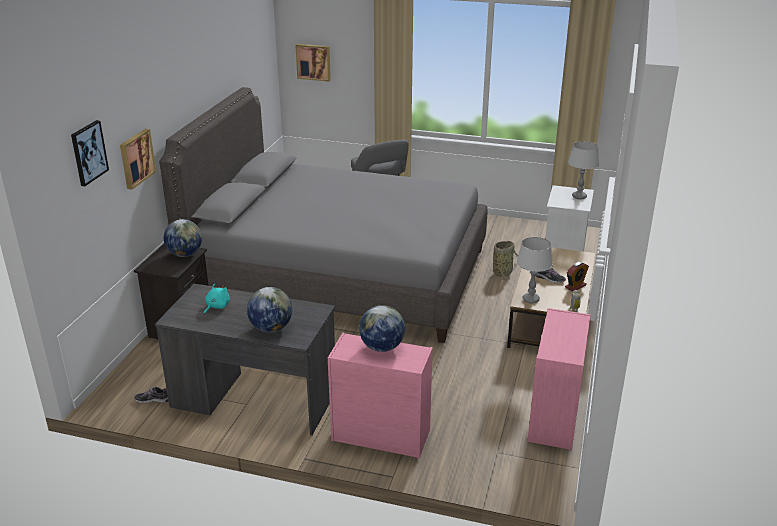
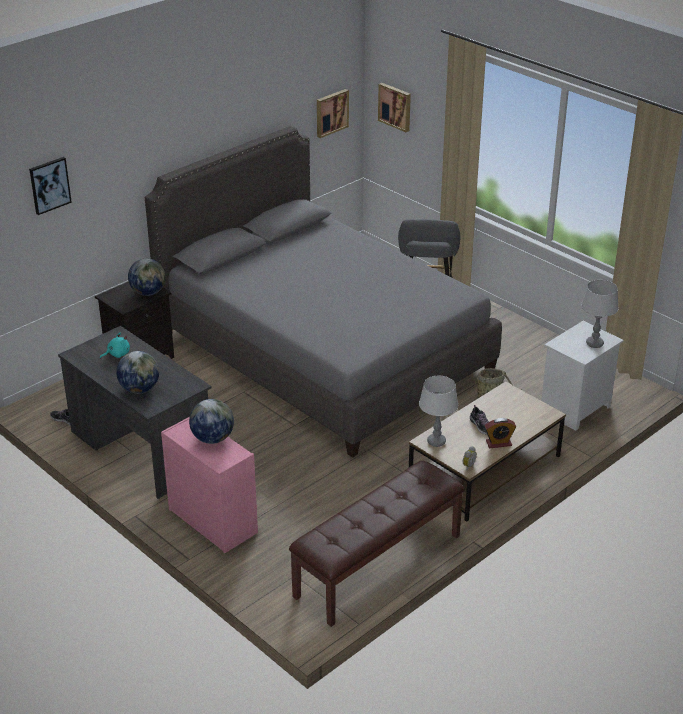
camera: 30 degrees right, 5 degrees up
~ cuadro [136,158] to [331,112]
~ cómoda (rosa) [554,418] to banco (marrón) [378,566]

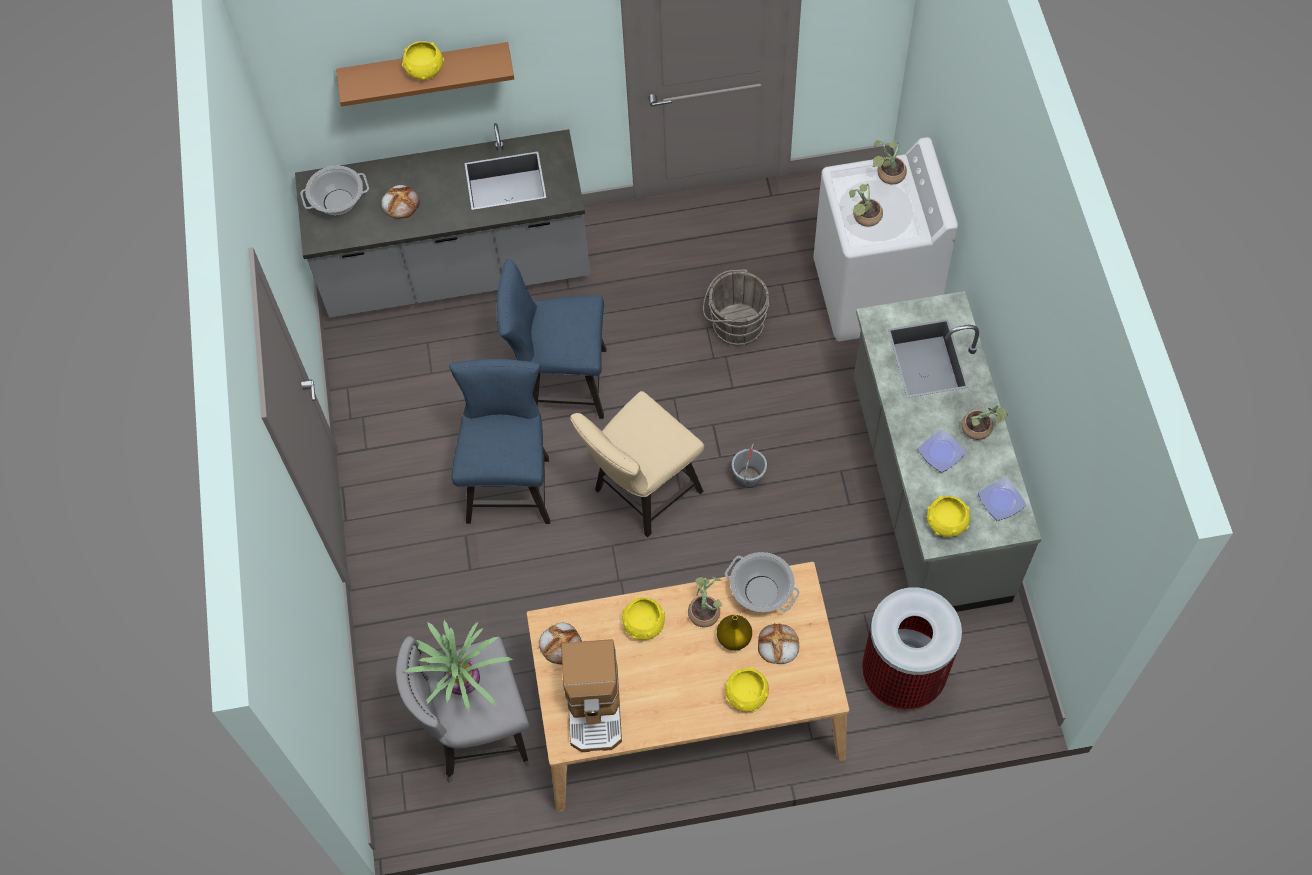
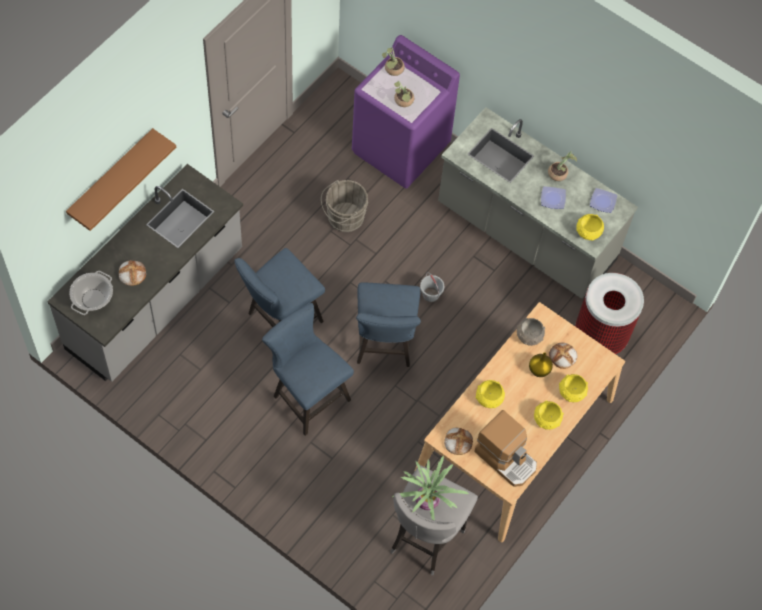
camera: 50 degrees left, 0 degrees up
- planta en maceta [705,610]
~ cuenco (amarillo) [424,70] to [546,419]
~ olla [761,591] to cuenco (gris) [529,336]
~ silla (beis) [642,494] to silla (azul) [384,346]
~ lavadora (blanco) [874,293] to lavadora (morado) [401,148]

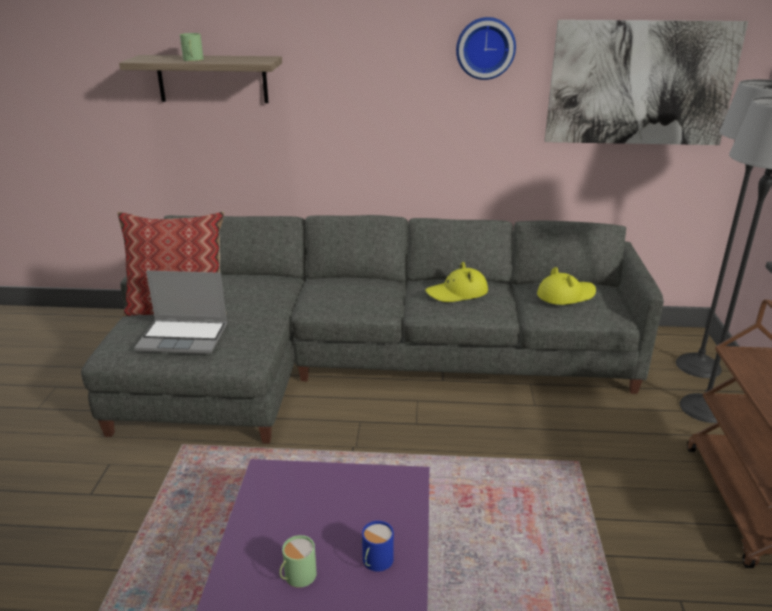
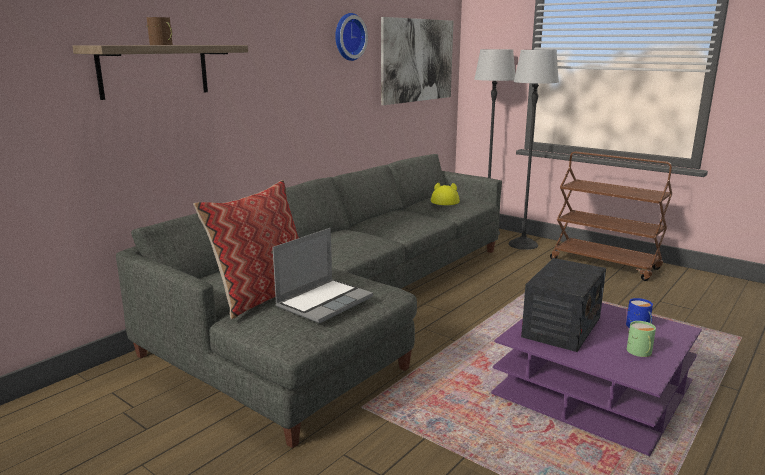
camera: 55 degrees left, 10 degrees down
- sombrero (amarillo) [457,293]
+ radio [561,327]
~ taza grande (verde) [192,59] to taza grande (marrón) [162,44]

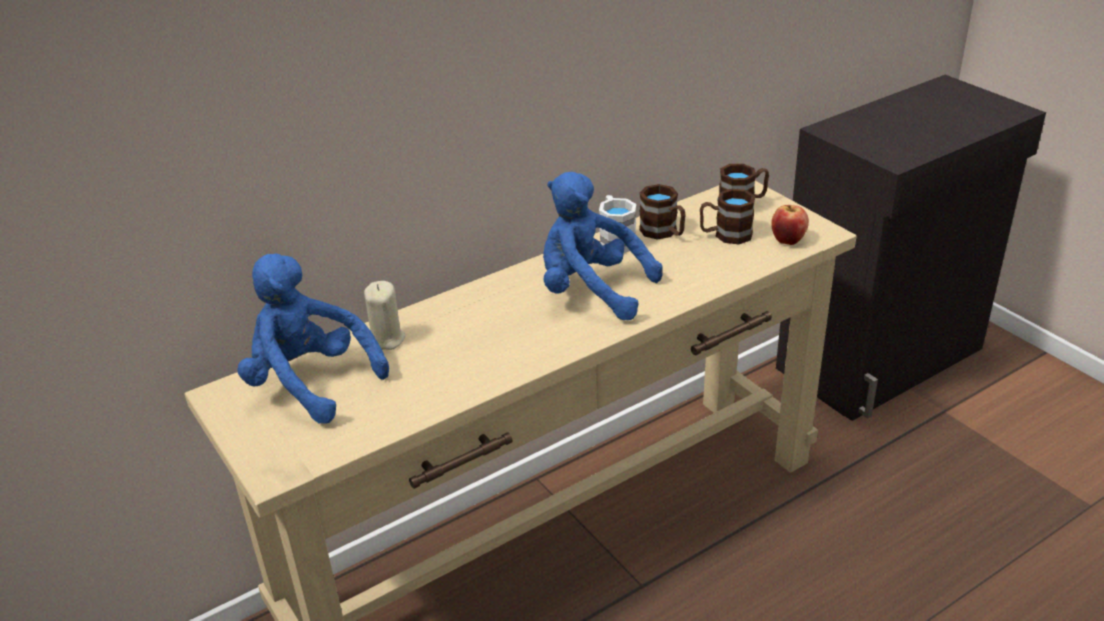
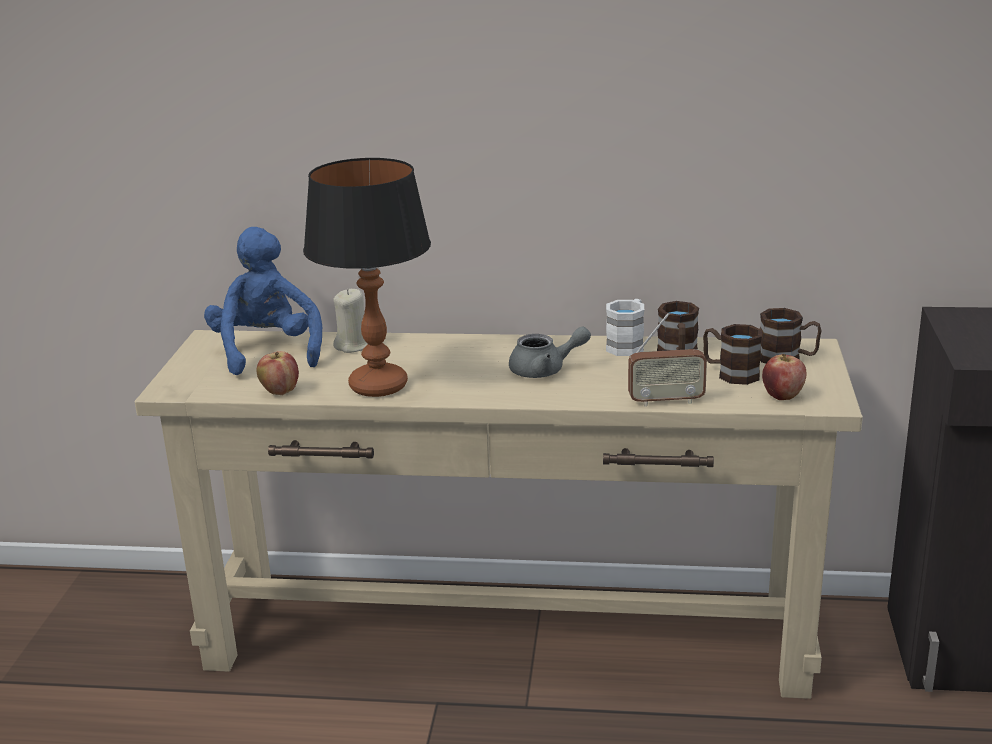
camera: 40 degrees right, 10 degrees down
+ manzana [280,391]
+ lámpara de mesa [379,386]
+ radio [666,401]
~ peluche (azul) [591,291] to tetera (gris) [545,370]

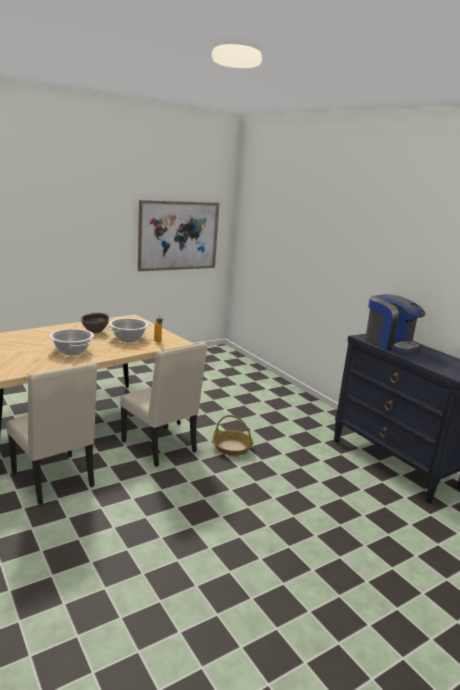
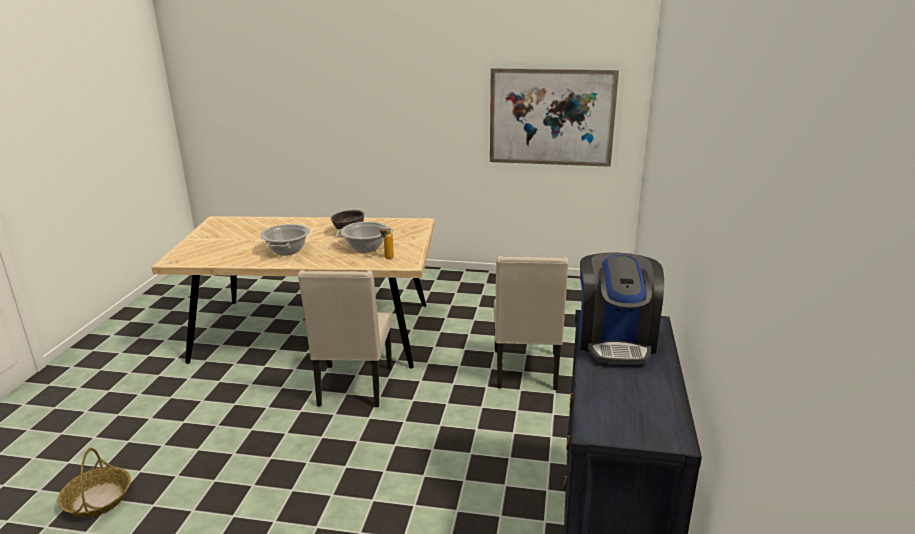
camera: 45 degrees right, 5 degrees up
~ silla (beis) [55,480] to [526,371]
~ cesta [232,447] to [98,499]

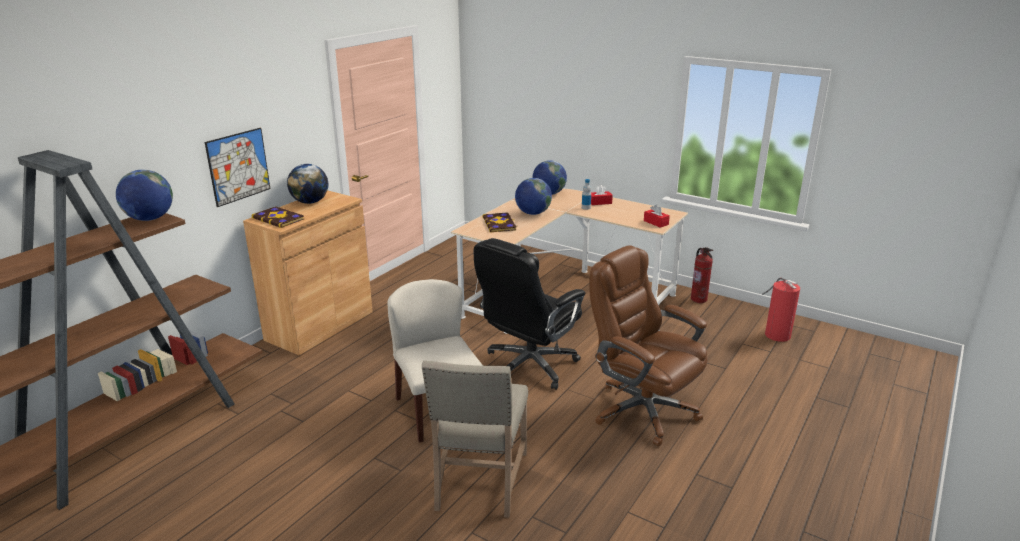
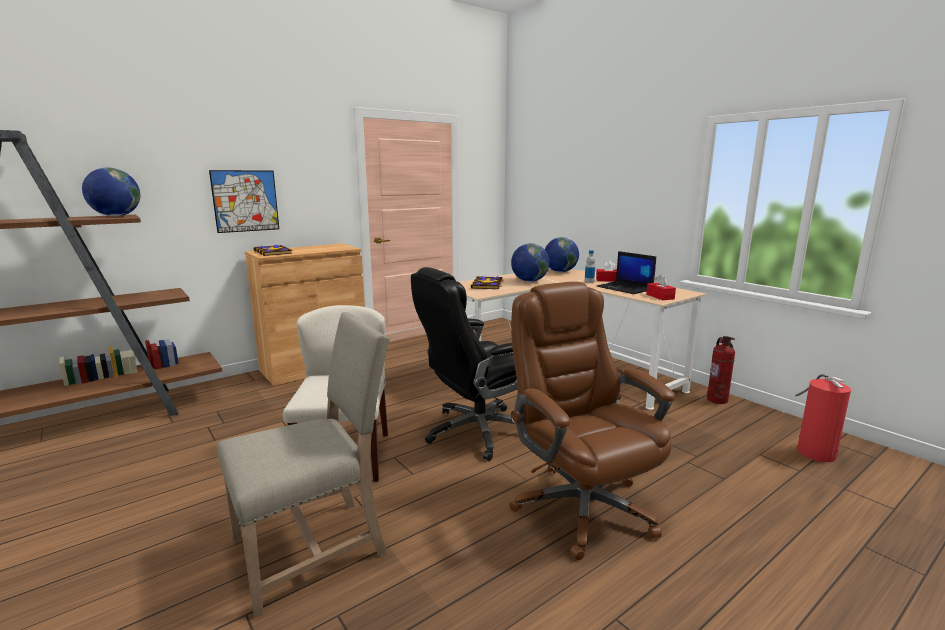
camera: 20 degrees right, 10 degrees down
- globo terráqueo [310,202]
+ portátil [625,288]
~ silla (beis) [478,482] = [314,547] 150 degrees counterclockwise

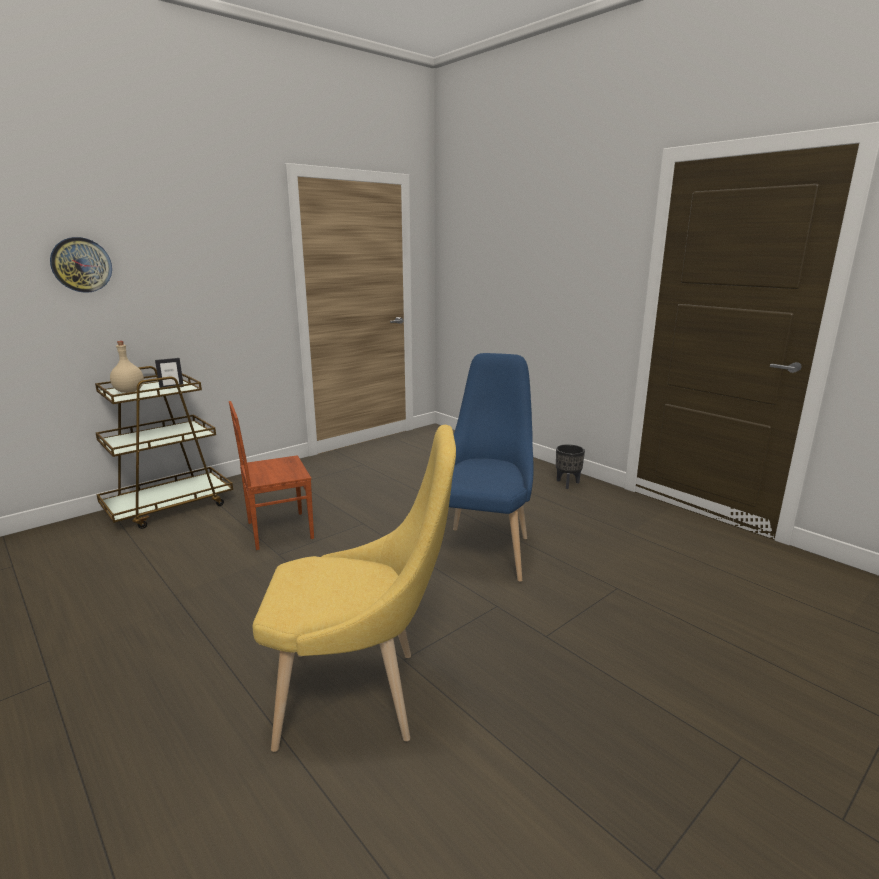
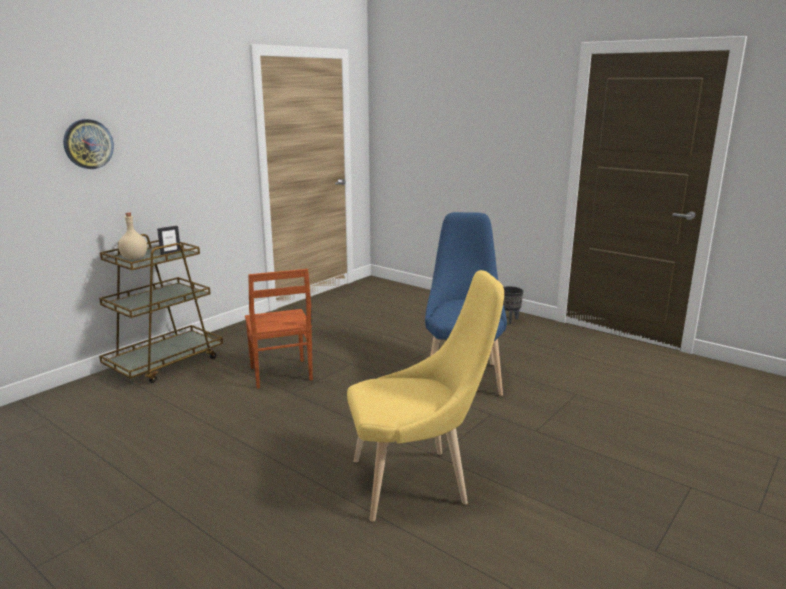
camera: 10 degrees left, 0 degrees up
~ silla (marrón) [278,530] = [280,374] 75 degrees counterclockwise

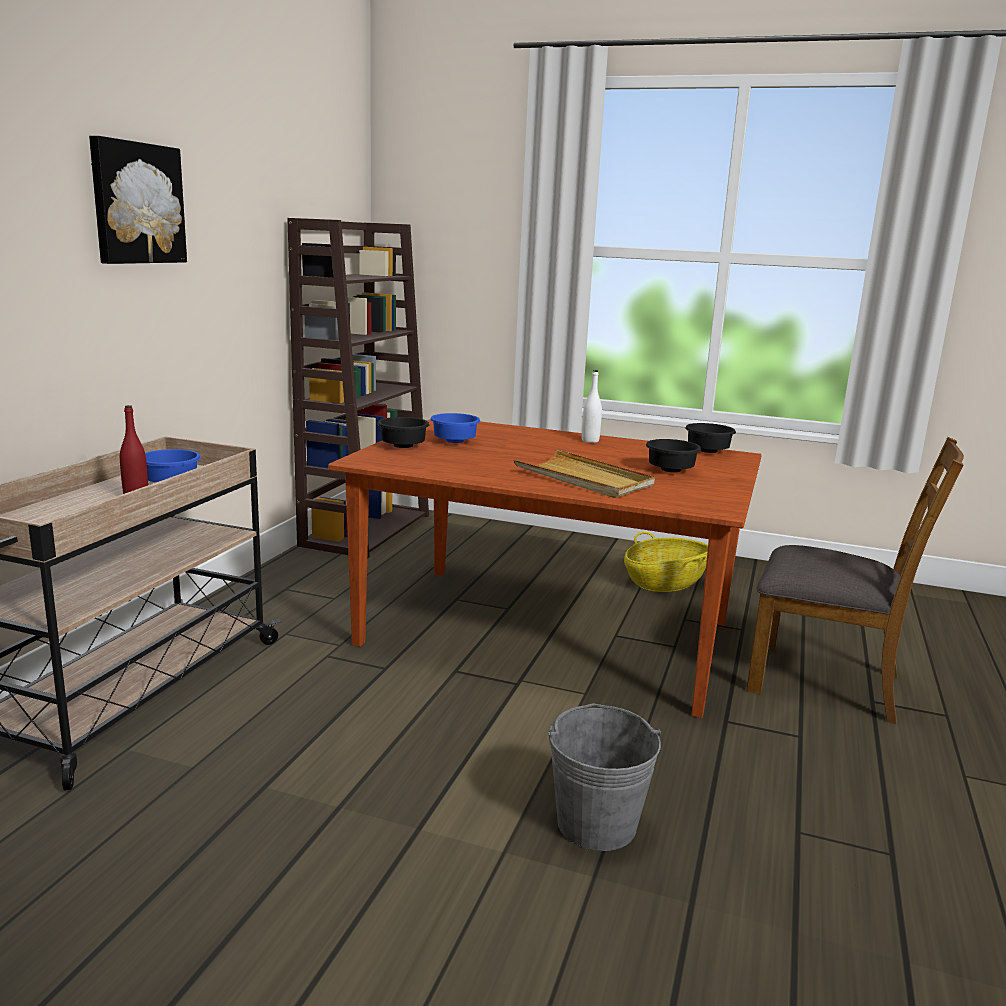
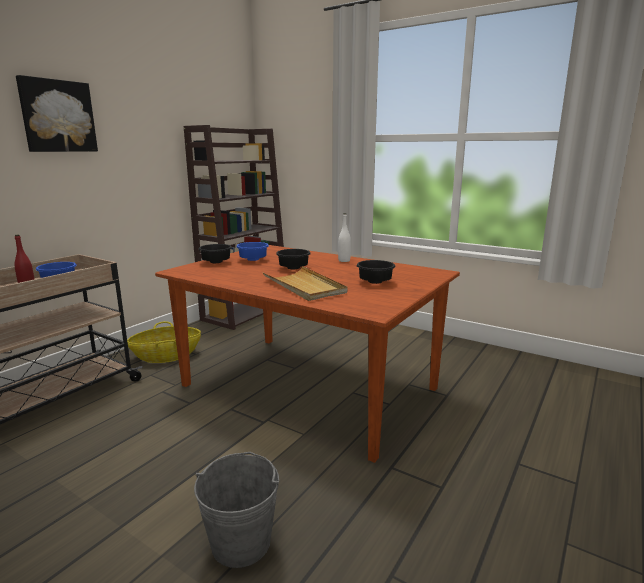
camera: 15 degrees right, 0 degrees up
- silla (marrón) [826,682]
~ cesta [665,582] to [166,356]
~ cuenco (negro) [707,452] to [293,268]

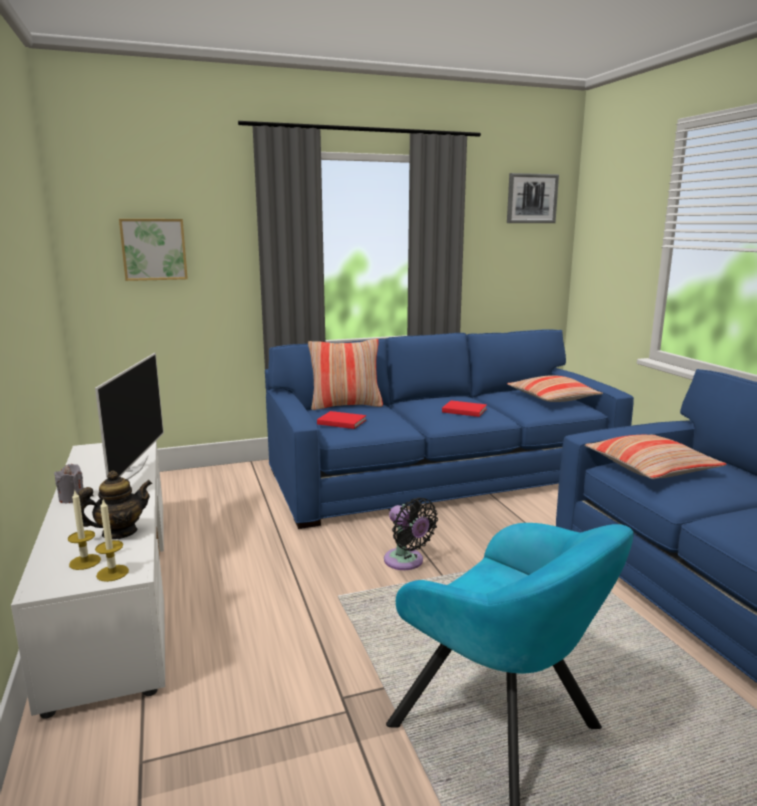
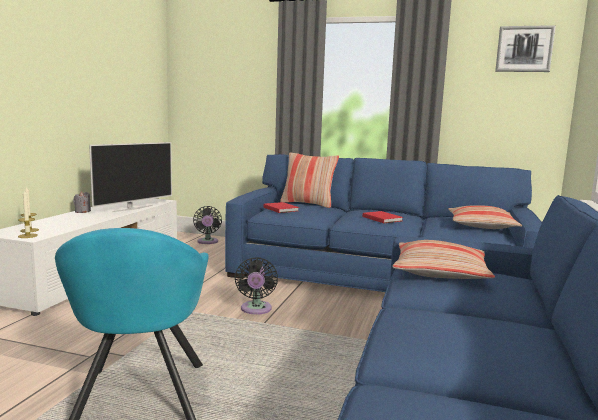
camera: 35 degrees right, 5 degrees down
- tetera [119,533]
- cuadro [154,249]
+ ventilador (negro) [207,242]

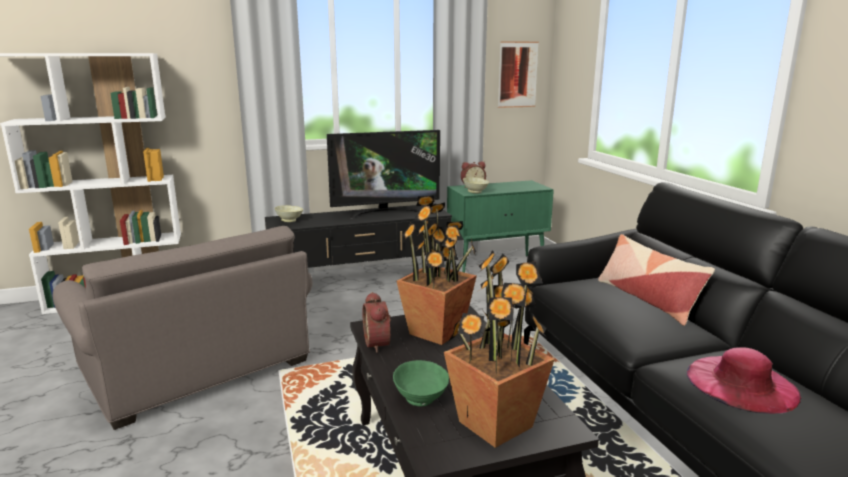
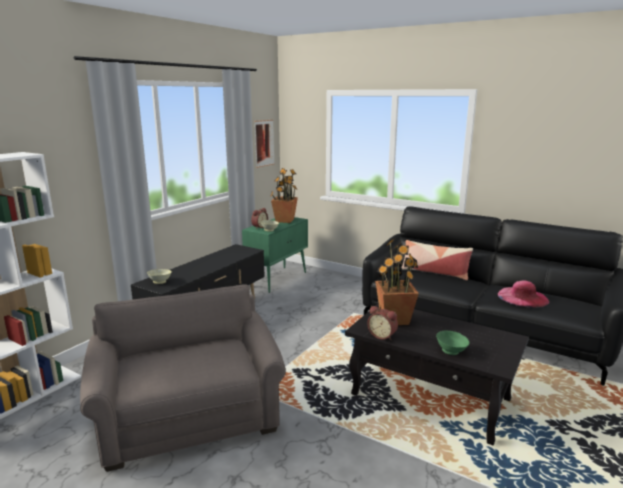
camera: 40 degrees left, 0 degrees up
- televisor [385,212]
~ planta en maceta [496,423] to [284,220]
~ sillón (gris) [195,365] = [190,415] 120 degrees counterclockwise

